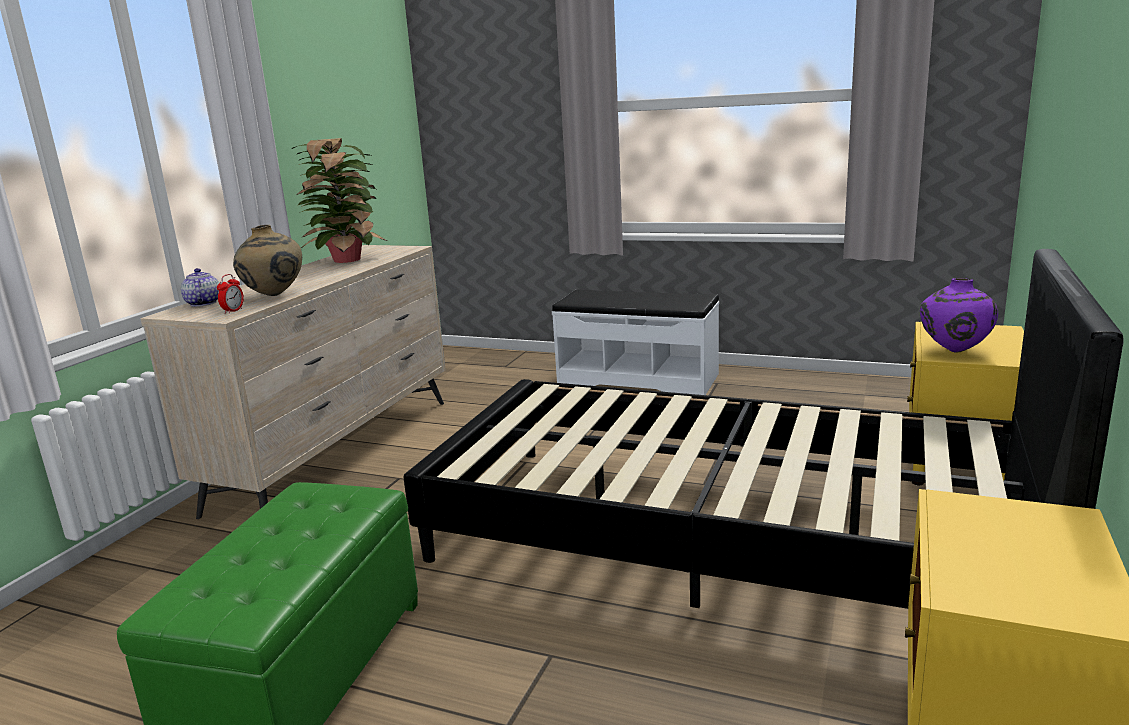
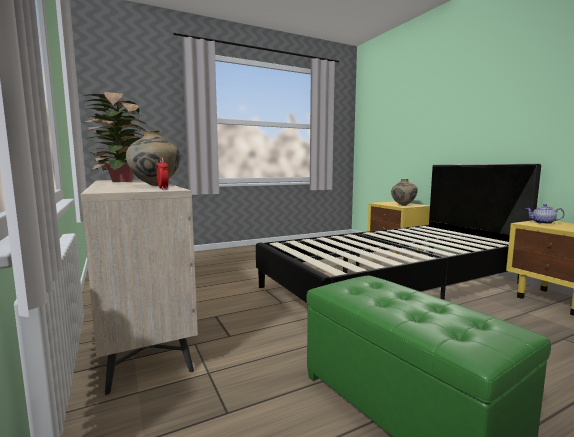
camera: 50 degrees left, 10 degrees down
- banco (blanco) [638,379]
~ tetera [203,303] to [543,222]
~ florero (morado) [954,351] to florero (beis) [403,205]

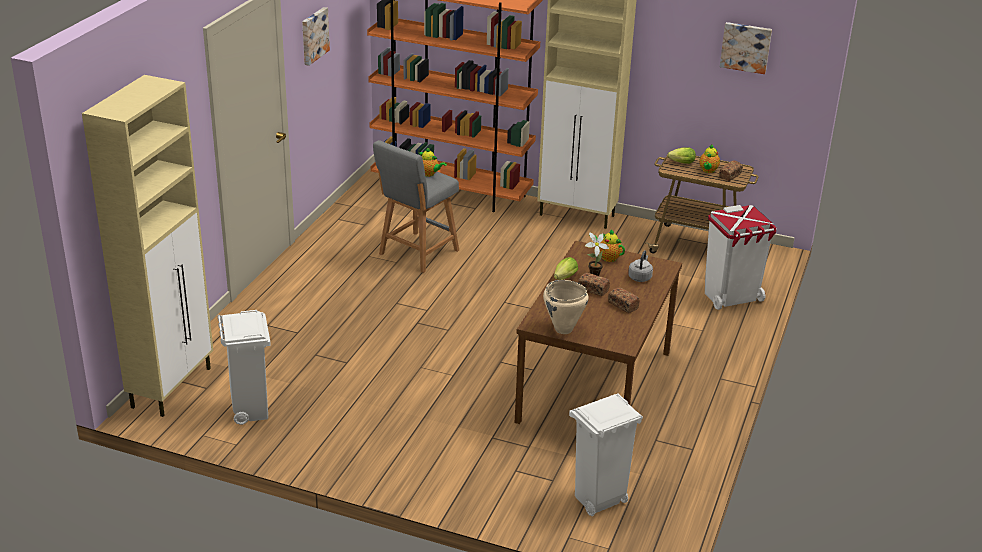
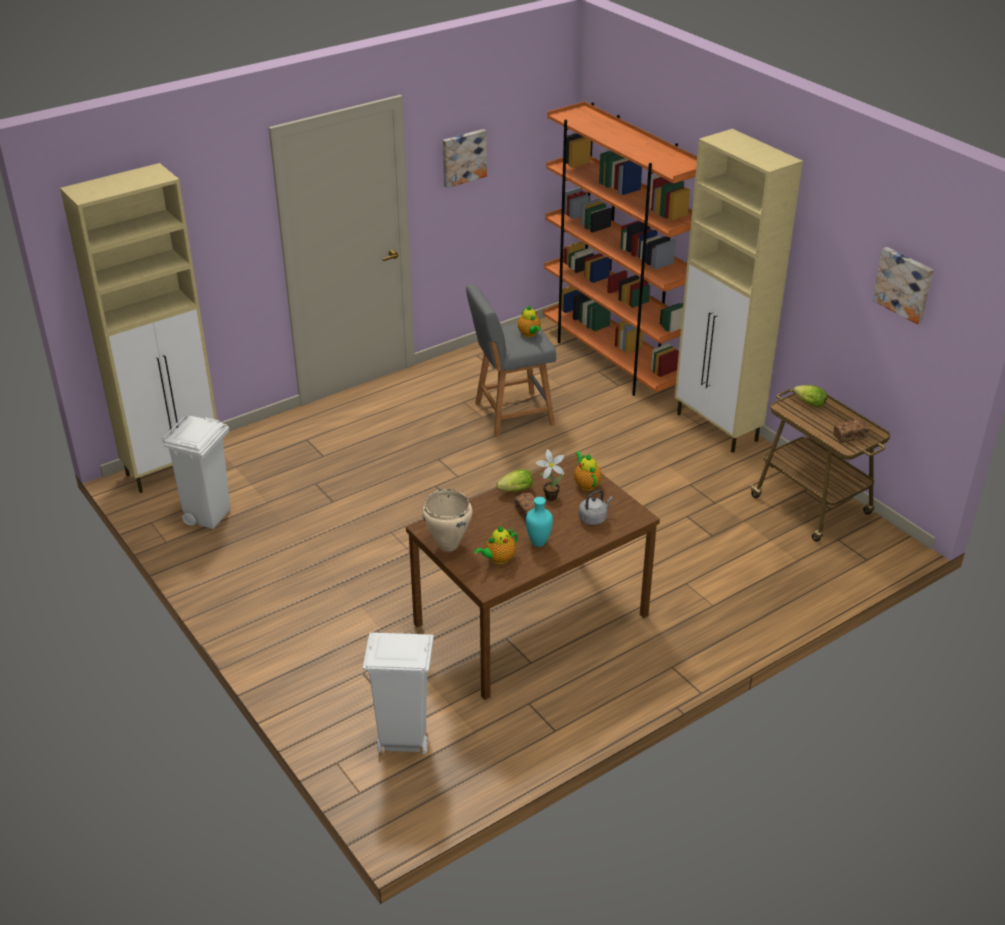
camera: 35 degrees right, 5 degrees up
- papelera (blanco) [731,297]
~ tetera [708,171] to [498,559]
~ pan [623,305] to florero (turquesa) [538,542]

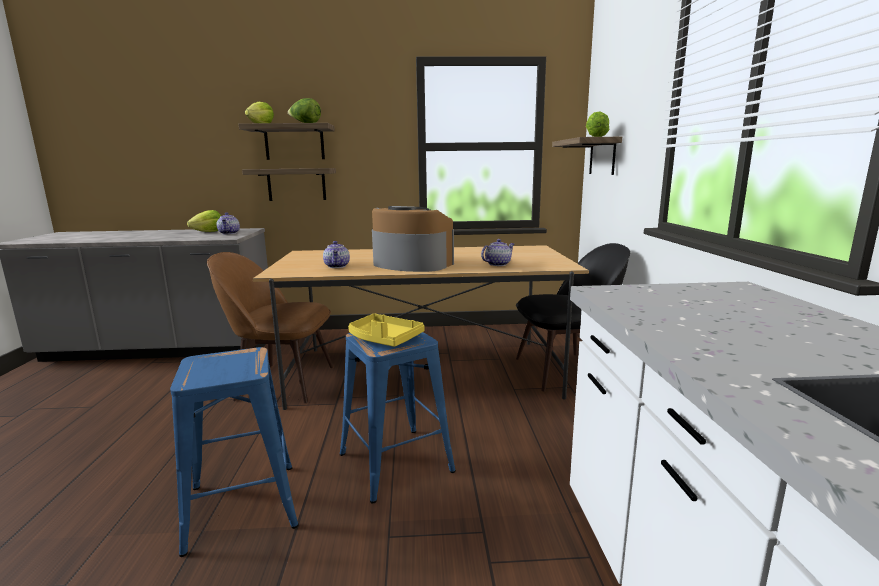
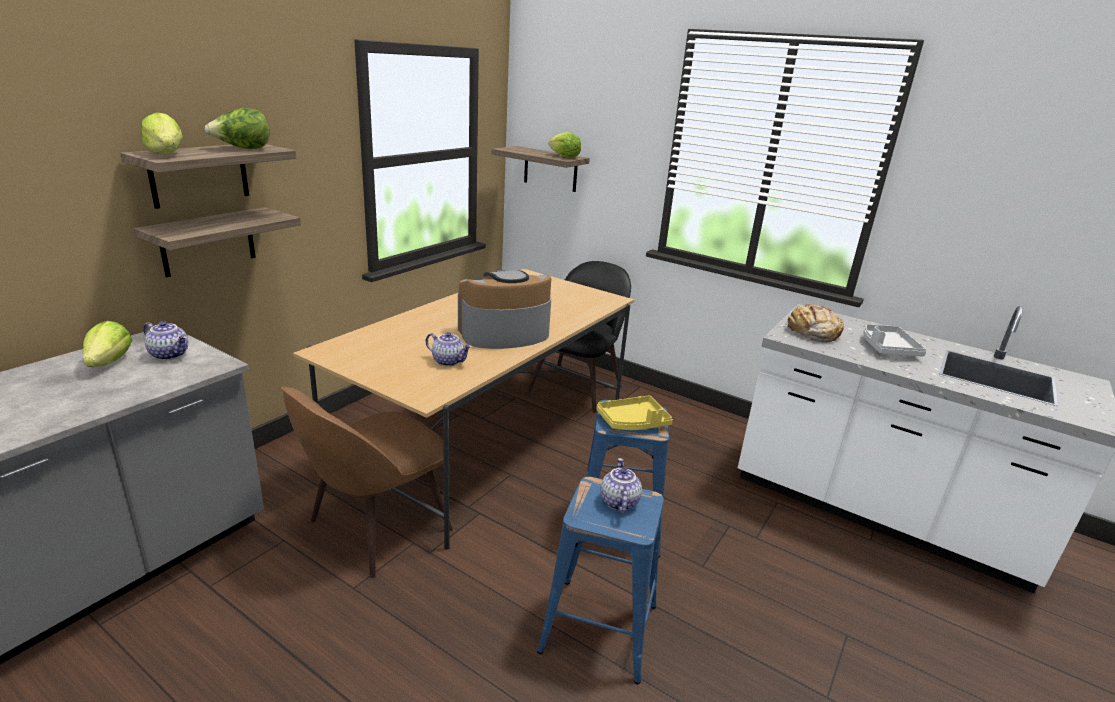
camera: 55 degrees left, 10 degrees up
+ pan [812,333]
+ bandeja (gris) [887,348]
~ tetera [497,264] to [618,502]

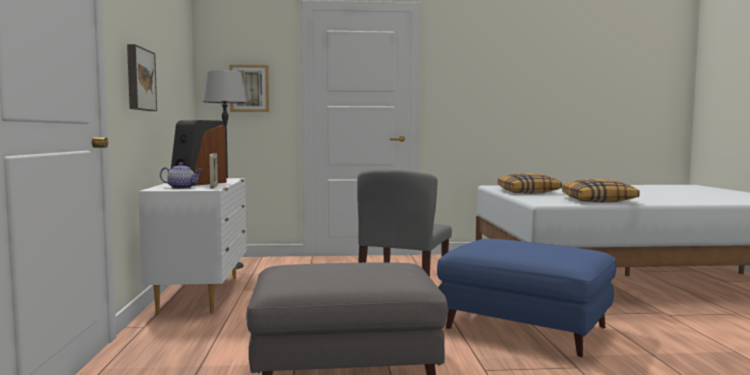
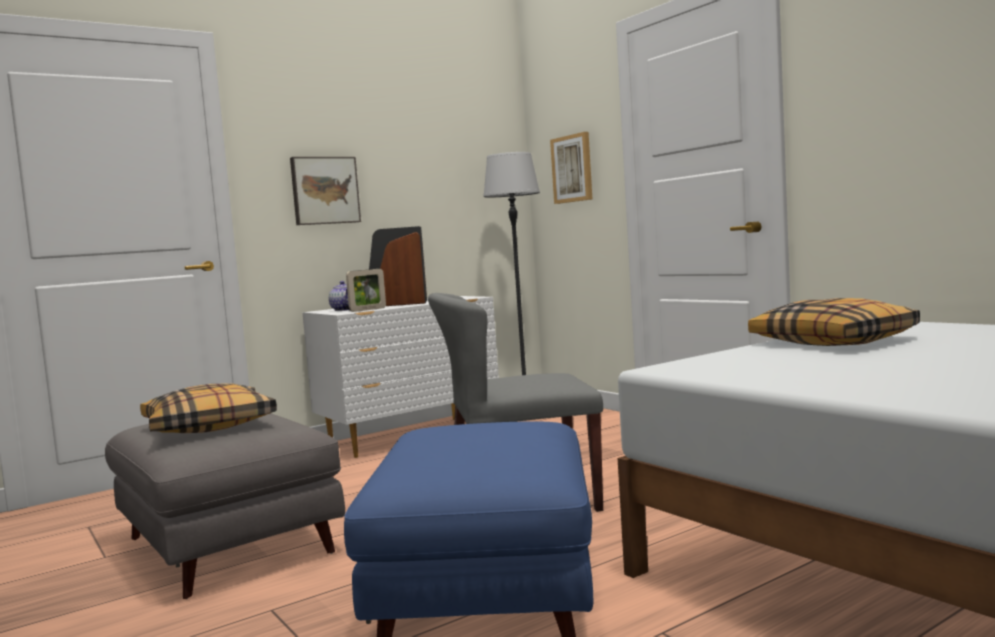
camera: 60 degrees right, 0 degrees up
~ cojín [598,200] to [209,426]

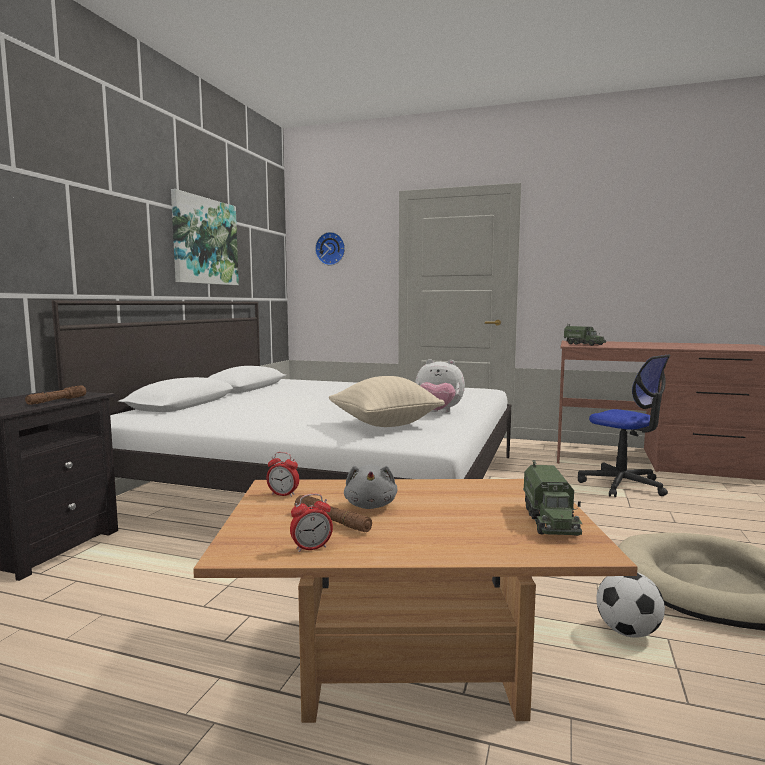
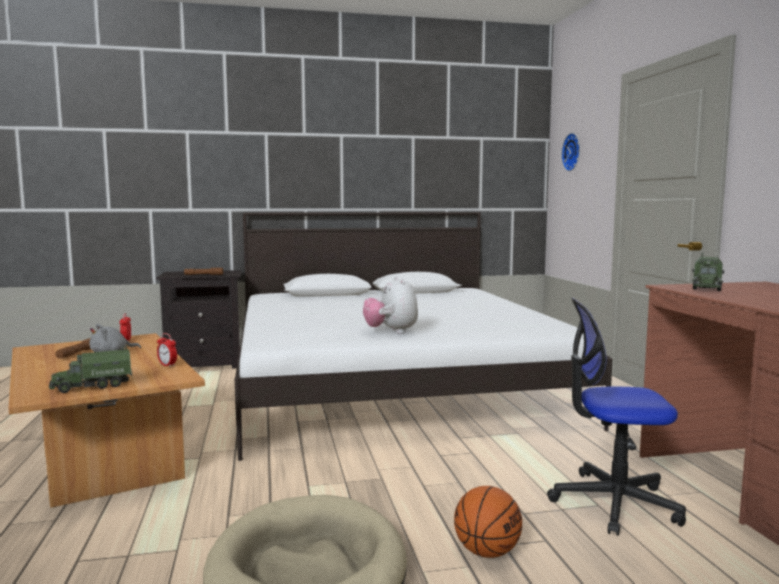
camera: 60 degrees right, 0 degrees up
- cuadro [205,241]
- cojín (beis) [385,424]
- balón de fútbol [627,632]
+ balón de baloncesto [487,552]
~ despertador [311,548] to [167,365]
~ silla de oficina [622,485] = [614,503] 75 degrees clockwise

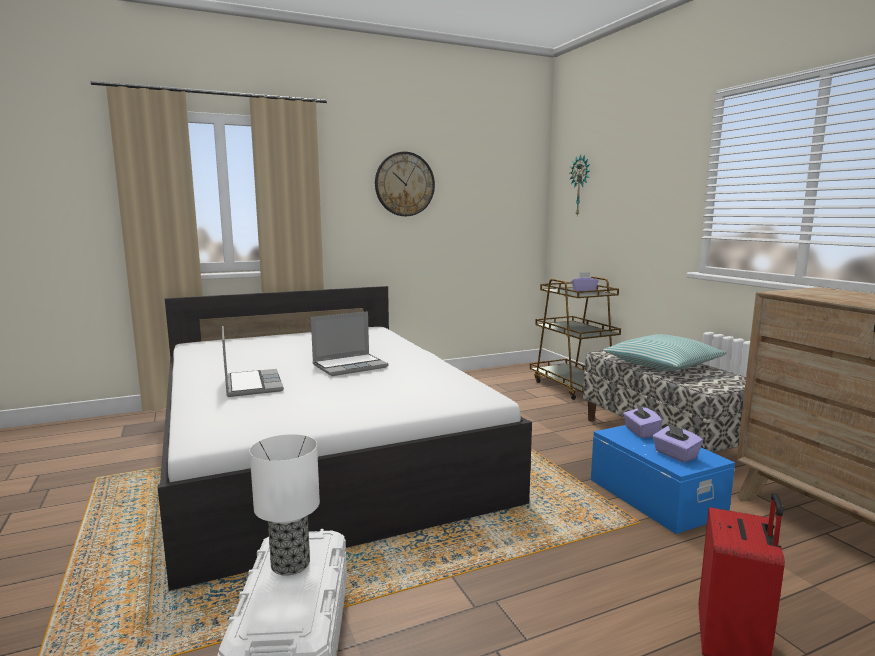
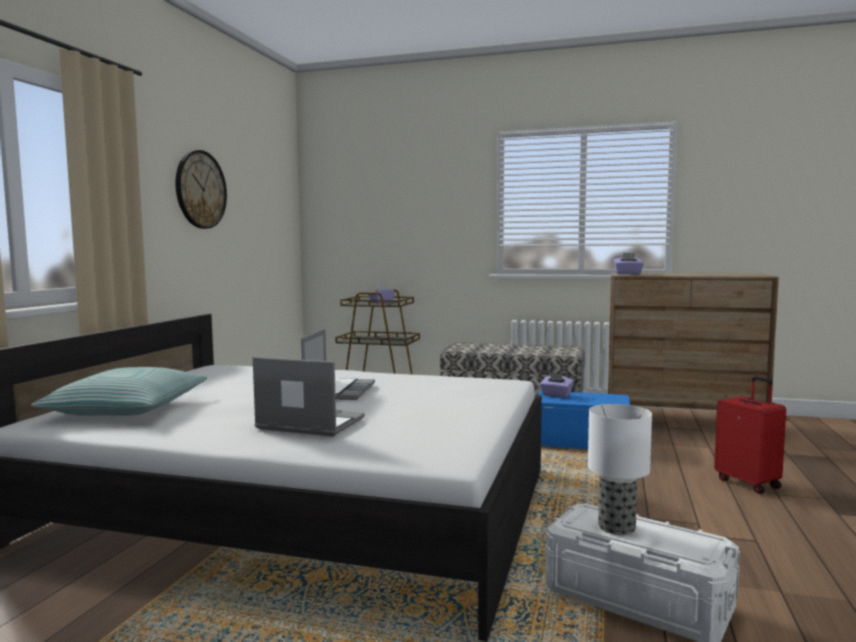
camera: 50 degrees left, 5 degrees down
- reloj de pared [581,185]
~ cojín [662,364] to [127,408]
~ caja de pañuelos (morado) [675,455] to [628,274]

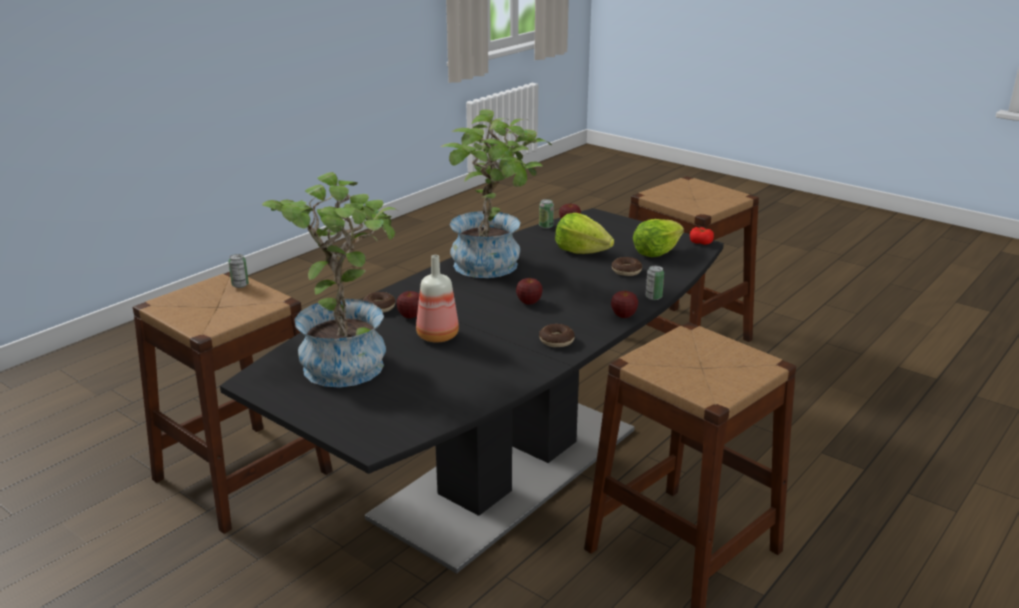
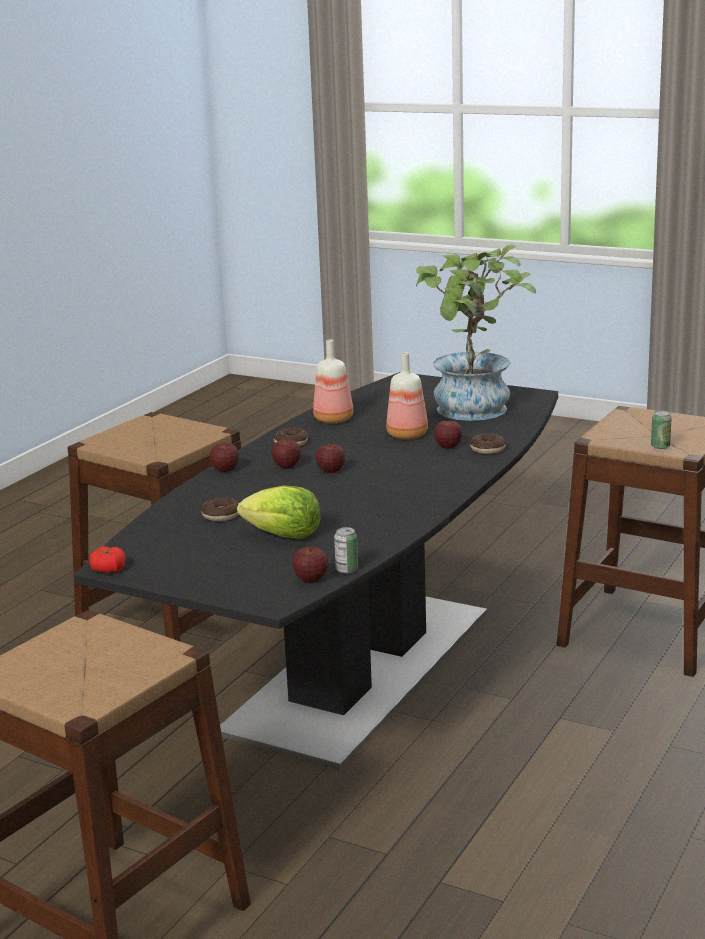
camera: 170 degrees right, 5 degrees down
- planta en maceta [495,267]
- lechuga [656,253]
- lata [653,297]
+ manzana [286,466]
+ botella [334,419]

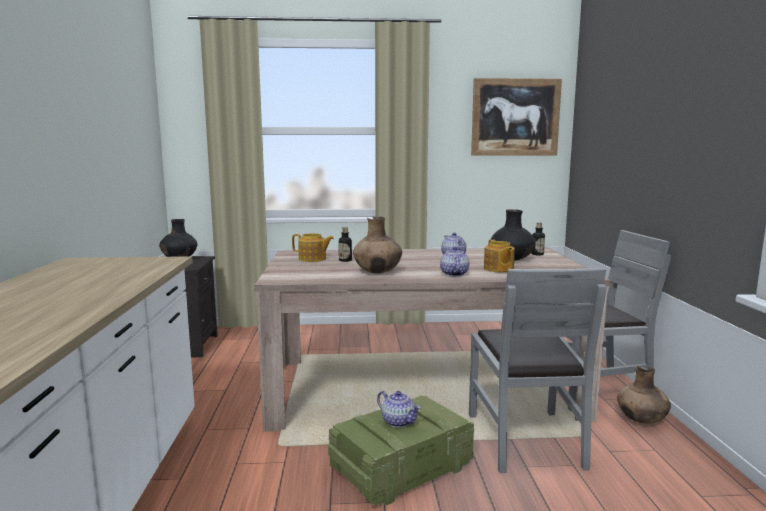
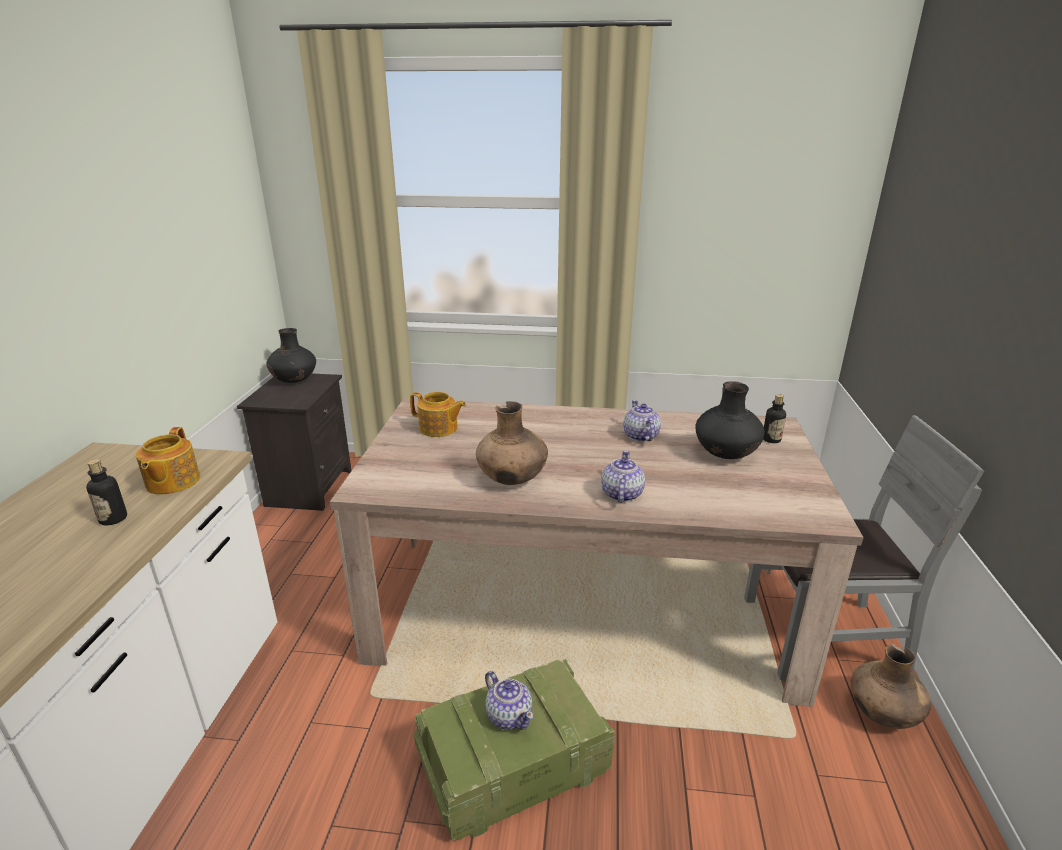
camera: 10 degrees right, 15 degrees up
- silla (gris) [525,439]
- cuadro [515,117]
~ botella [345,260] to [113,519]
~ tetera [498,269] to [172,482]

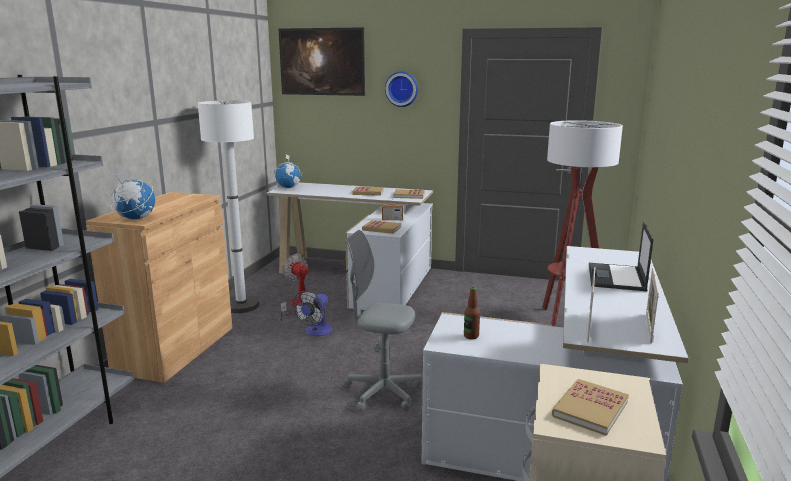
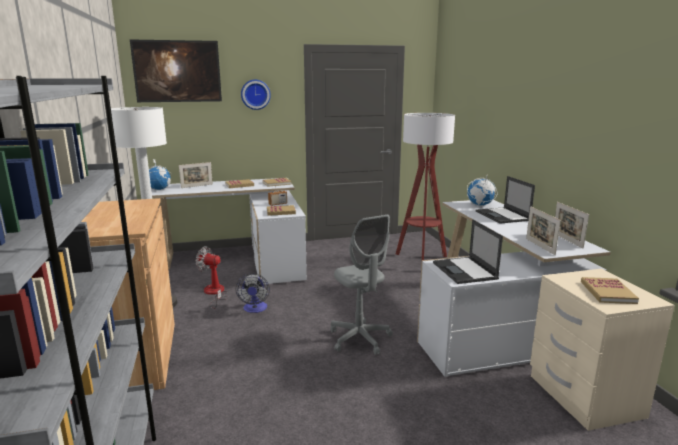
camera: 30 degrees left, 0 degrees up
+ portarretratos [197,186]
~ globo terráqueo [135,219] to [480,205]
~ botella [471,336] to portátil [465,271]
~ silla de oficina (gris) [382,392] = [360,338] 105 degrees counterclockwise

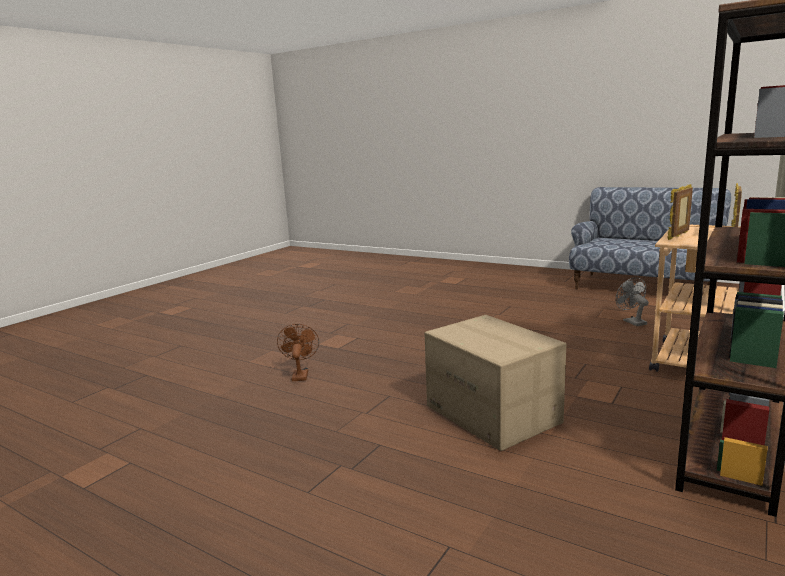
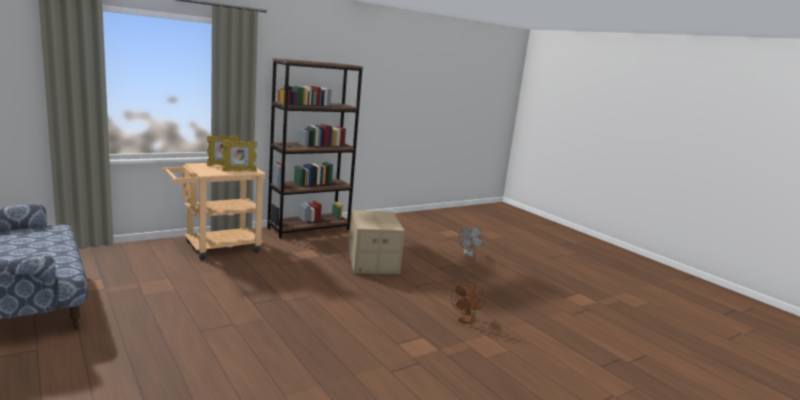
camera: 160 degrees left, 0 degrees up
~ ventilador (gris) [632,321] to [468,255]

